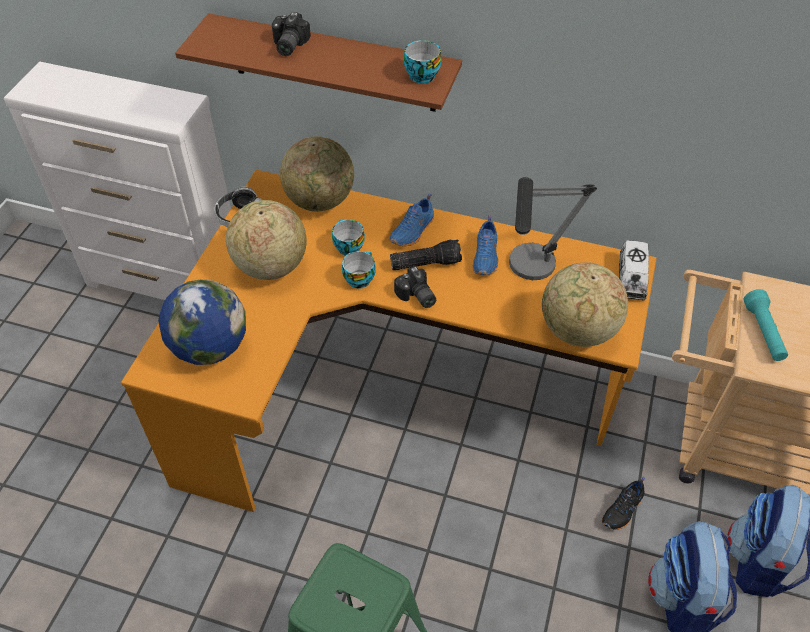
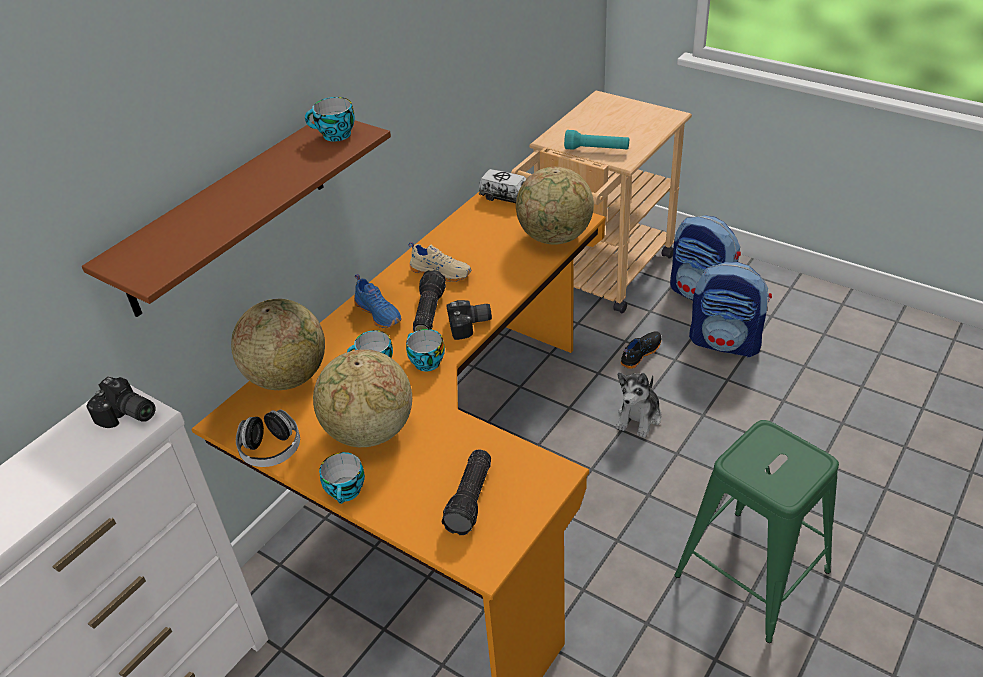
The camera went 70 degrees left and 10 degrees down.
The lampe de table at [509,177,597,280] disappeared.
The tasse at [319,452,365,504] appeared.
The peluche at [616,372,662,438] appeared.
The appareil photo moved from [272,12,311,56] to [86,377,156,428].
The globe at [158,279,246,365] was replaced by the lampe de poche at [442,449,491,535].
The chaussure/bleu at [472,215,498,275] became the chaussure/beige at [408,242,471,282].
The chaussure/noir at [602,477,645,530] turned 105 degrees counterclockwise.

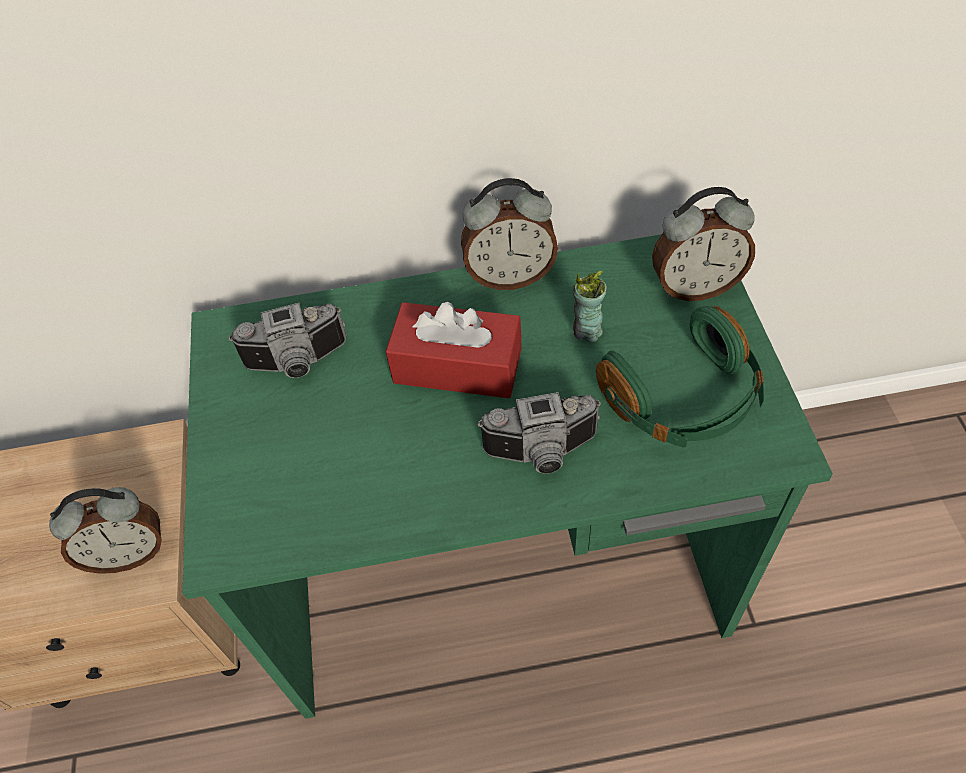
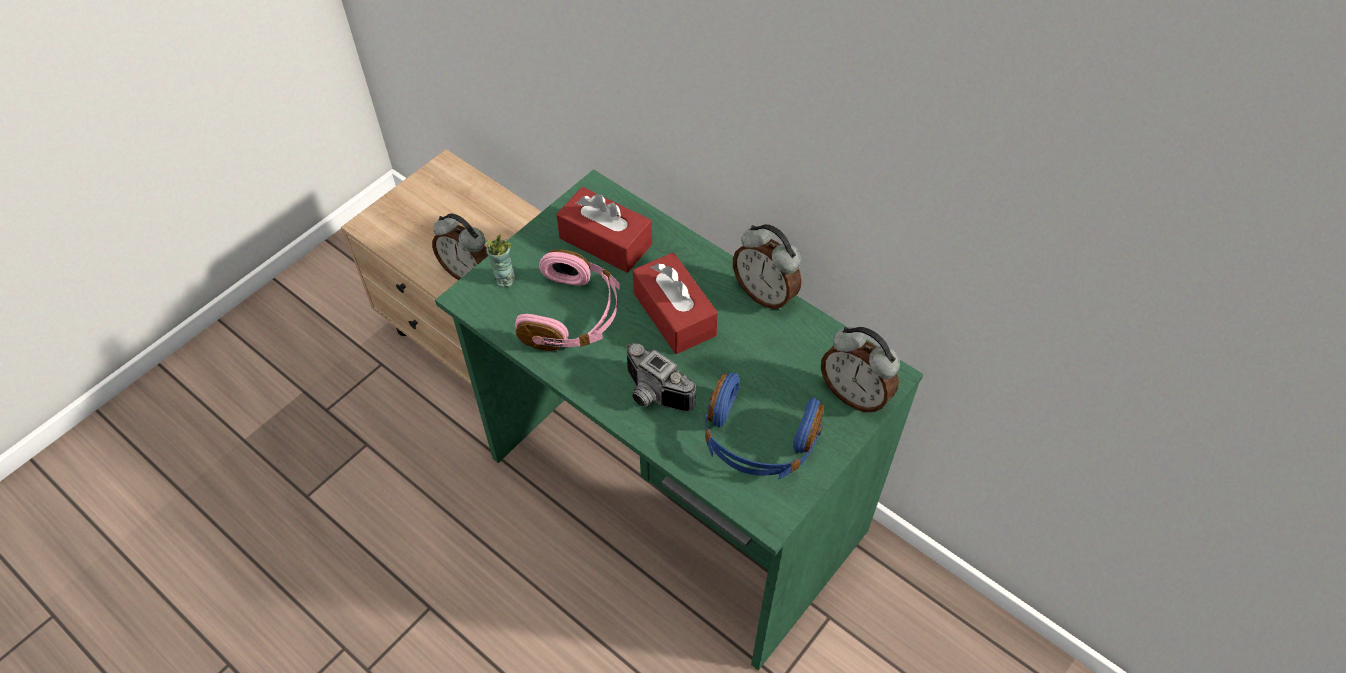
The camera went 45 degrees right and 0 degrees up.
The casque audio/rose at [515,249,620,351] appeared.
The tasse moved from [573,271,607,342] to [485,234,515,287].
The appareil photo at [229,303,347,378] was replaced by the boîte à mouchoirs/rouge at [556,187,652,273].
The casque audio/vert at [596,306,764,447] became the casque audio/bleu at [705,373,824,479].

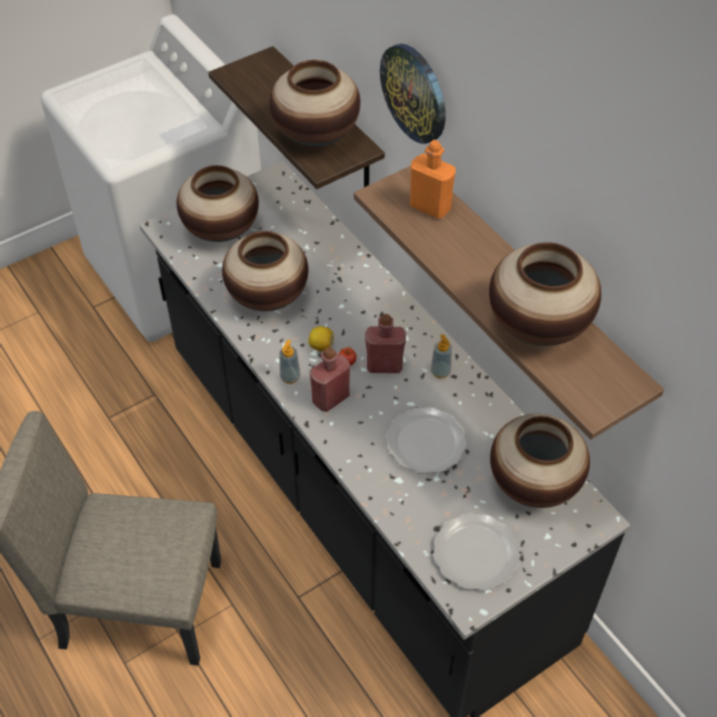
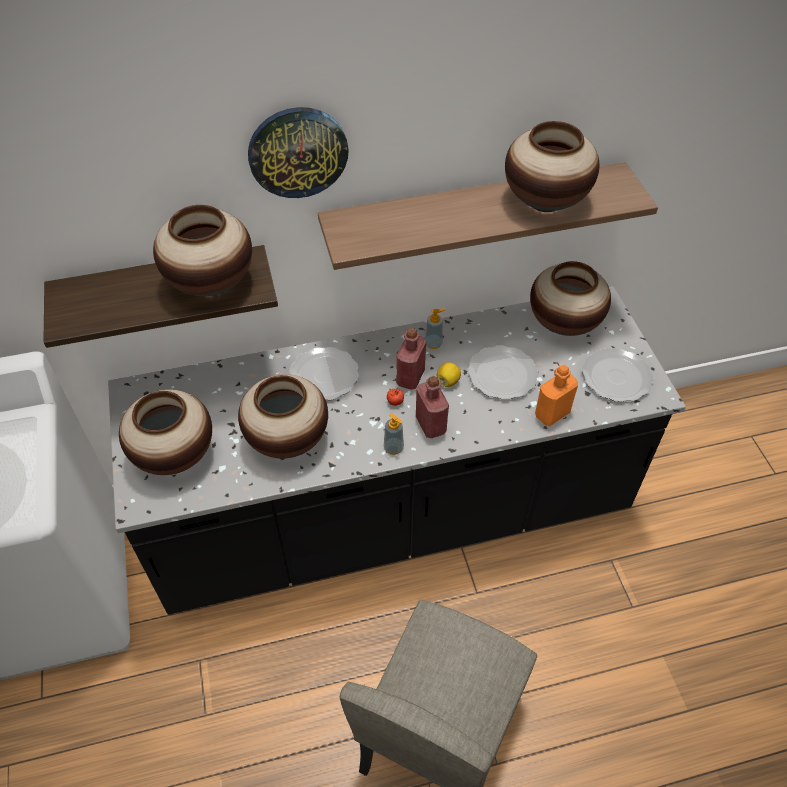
The camera went 70 degrees left and 0 degrees up.
The assiette at [289,347,359,400] appeared.
The citron moved from [308,326,334,351] to [436,362,461,387].
The bouteille/orange moved from [410,140,456,219] to [535,365,578,426].

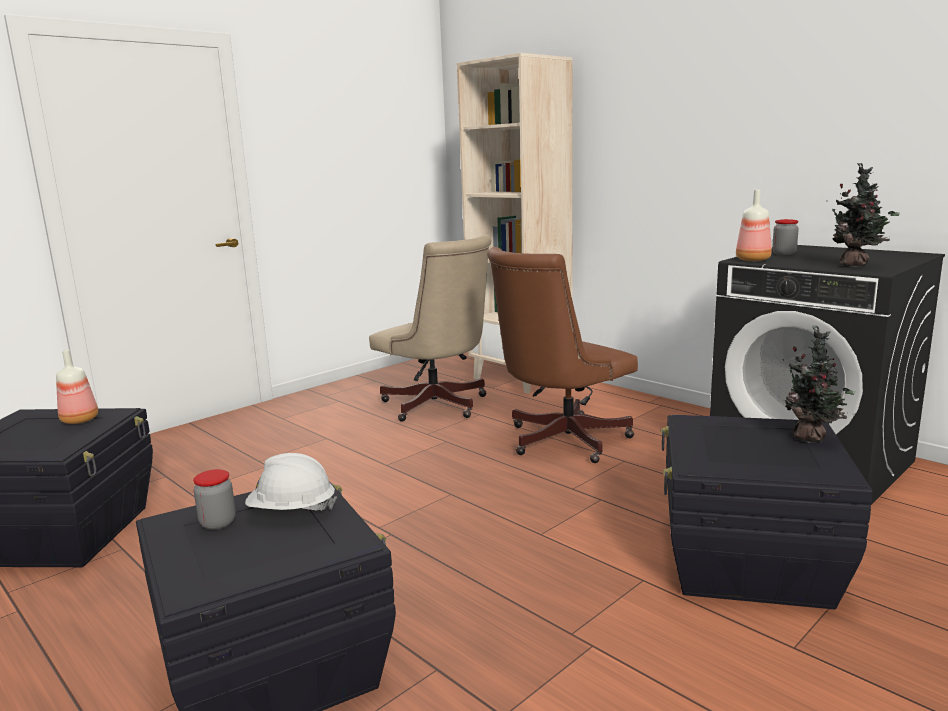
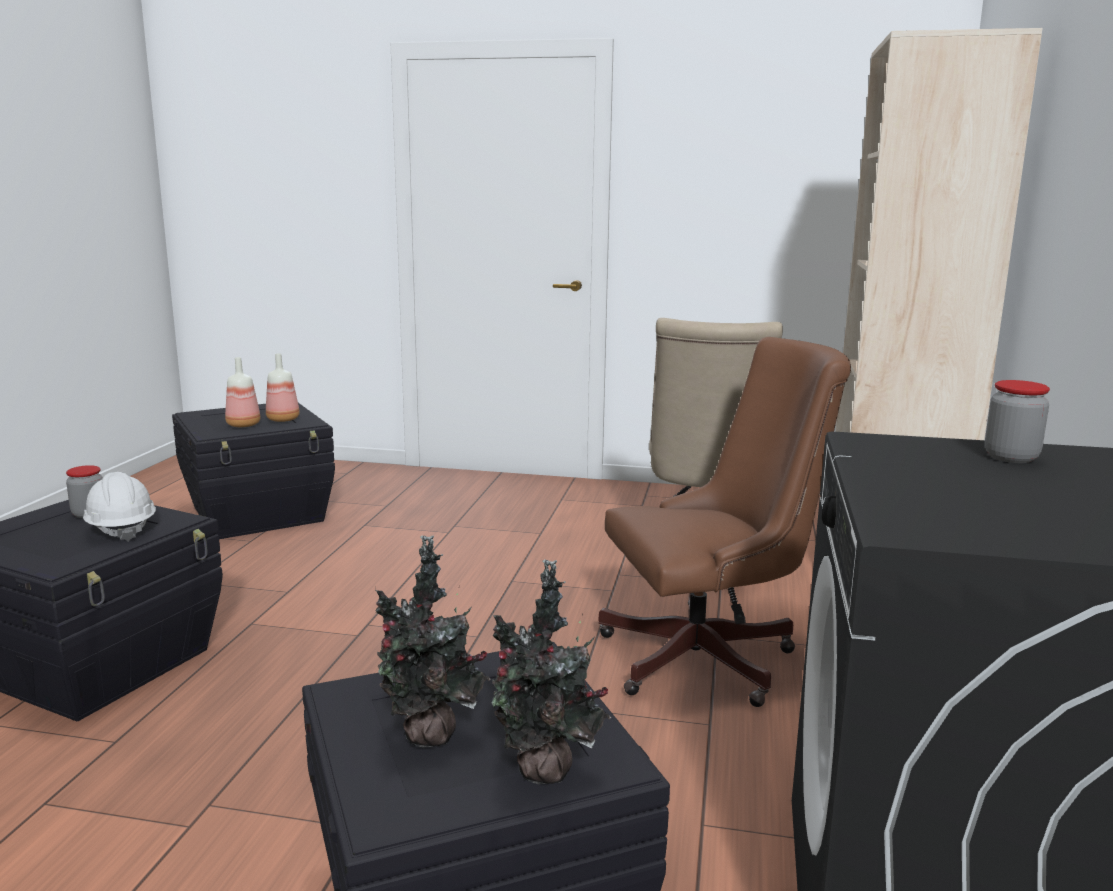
The camera went 55 degrees right and 0 degrees up.
The bouteille moved from [736,190,772,261] to [225,357,261,427].
The plante en pot moved from [826,163,900,267] to [375,536,490,748].
The chaise de bureau/marron at [487,247,638,463] turned 150 degrees clockwise.

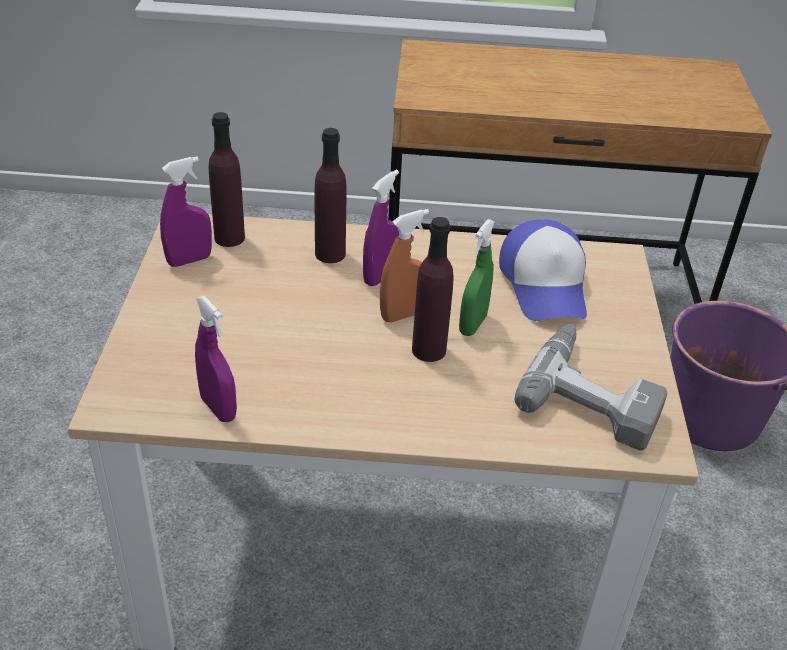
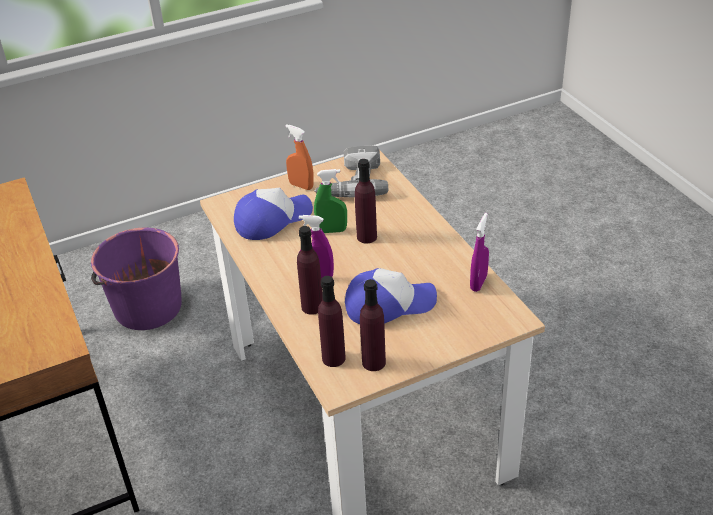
The camera went 115 degrees left and 0 degrees up.
The casquette at [345,268,437,324] appeared.
The vaporisateur/orange moved from [380,209,429,322] to [285,124,313,190].
The vaporisateur/violet at [160,157,212,267] was replaced by the bouteille/violet at [360,279,386,371].

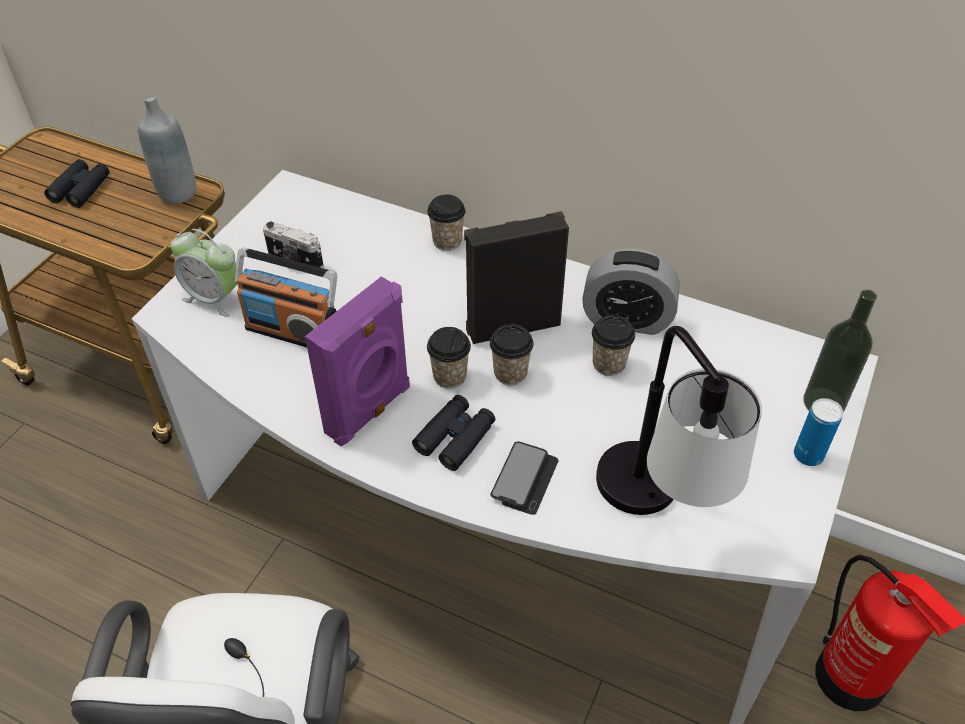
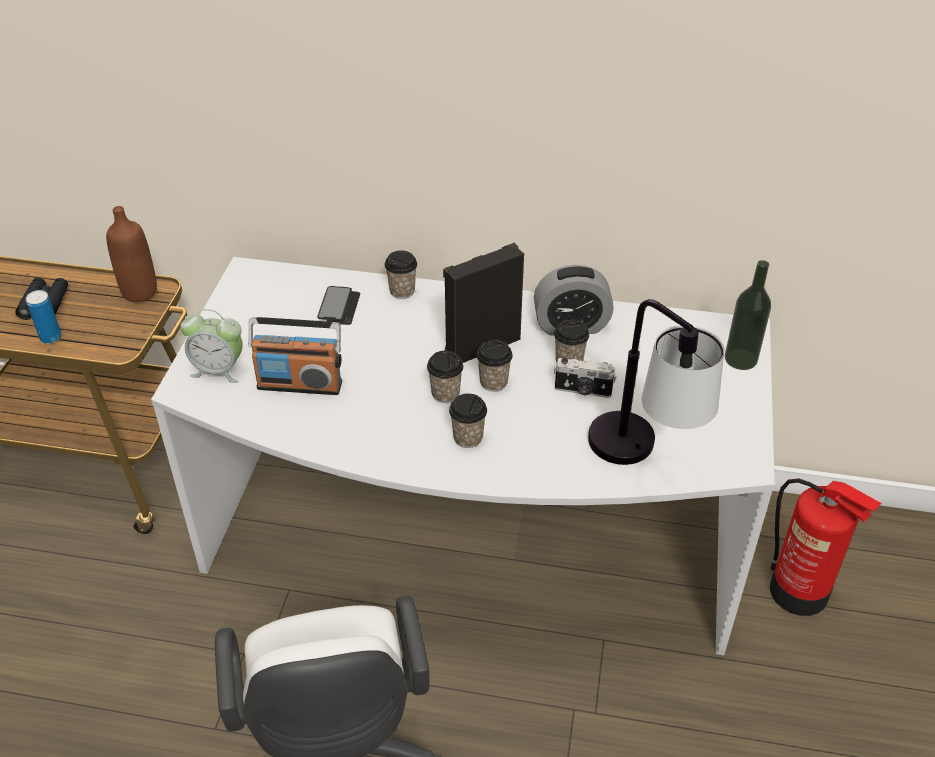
The camera went 15 degrees left and 5 degrees down.
The enceinte/violet at [305,276,410,446] disappeared.
The appareil photo moved from [263,221,324,268] to [554,358,617,398].
The téléphone moved from [490,441,559,515] to [317,286,360,325].
The boîte métallique moved from [794,398,843,466] to [26,290,62,344].
The jumelles/noir at [412,395,495,471] was replaced by the tasse at [449,394,487,448].
The bouteille/gris at [138,95,196,204] became the bouteille/marron at [106,206,157,302].

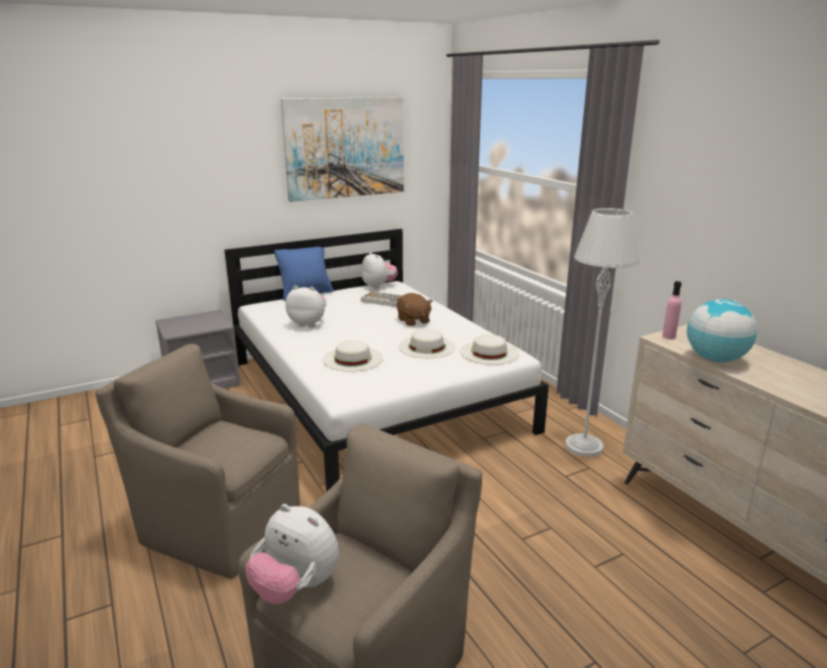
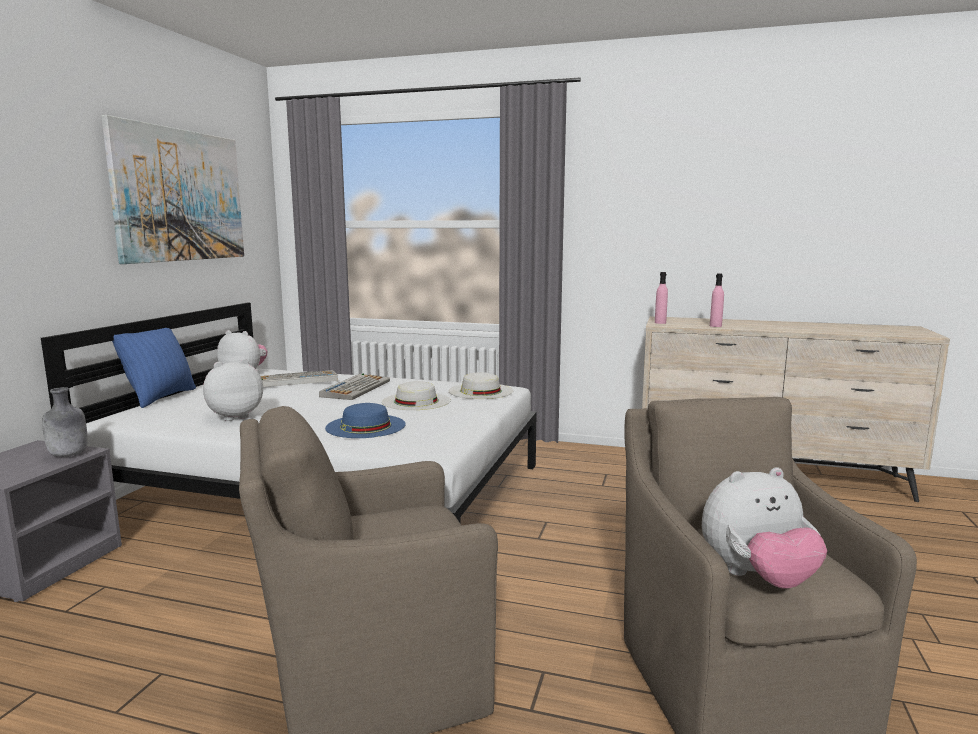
The camera went 45 degrees left and 10 degrees down.
The lampadaire/gris at [565,208,640,457] disappeared.
The bouteille/gris at [42,387,88,457] appeared.
The peluche/marron at [397,293,433,326] was replaced by the clavier at [319,373,390,400].
The globe at [687,299,757,362] was replaced by the bouteille/rose at [710,274,724,327].
The chapeau/blanc at [323,340,383,371] became the chapeau/bleu at [325,403,405,438].

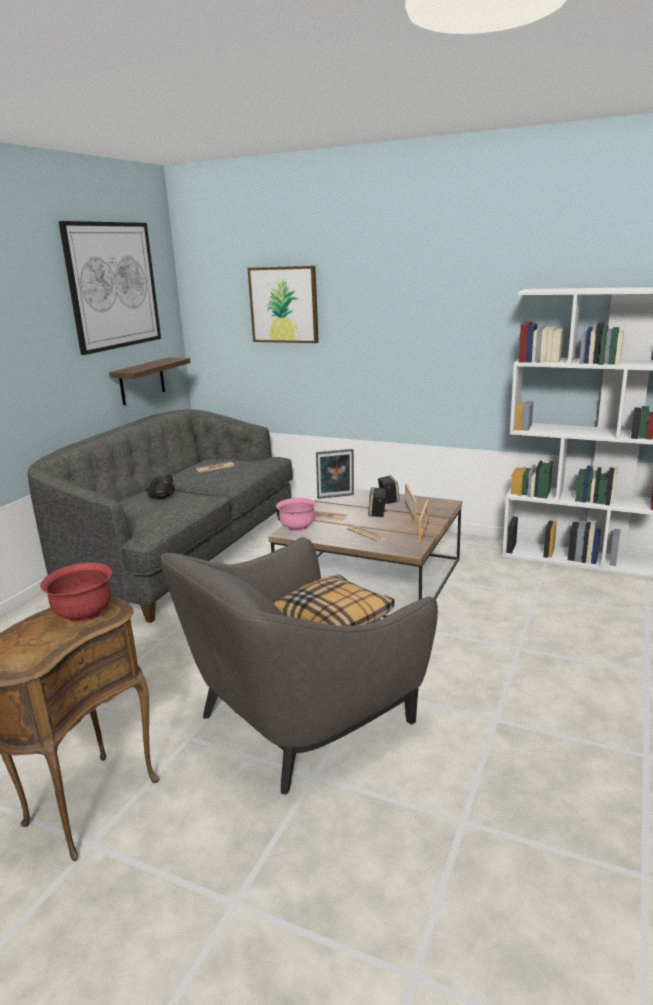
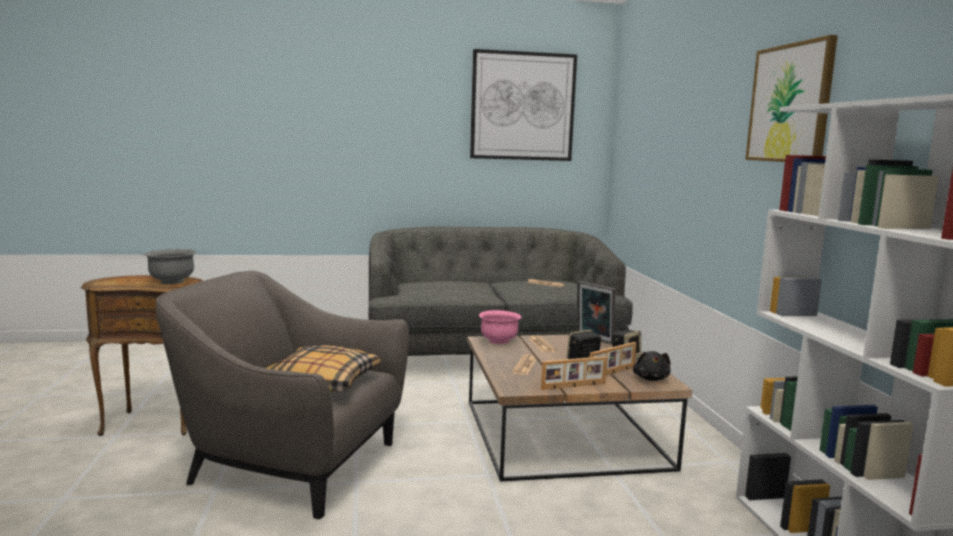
The camera went 55 degrees right and 10 degrees down.
The étagère at [109,357,191,405] disappeared.
The peluche/noir moved from [145,474,175,499] to [633,351,671,381].
The tableau moved from [247,266,319,343] to [745,35,838,162].
The bol/rouge at [40,562,112,623] became the bol/gris at [143,249,196,284].

